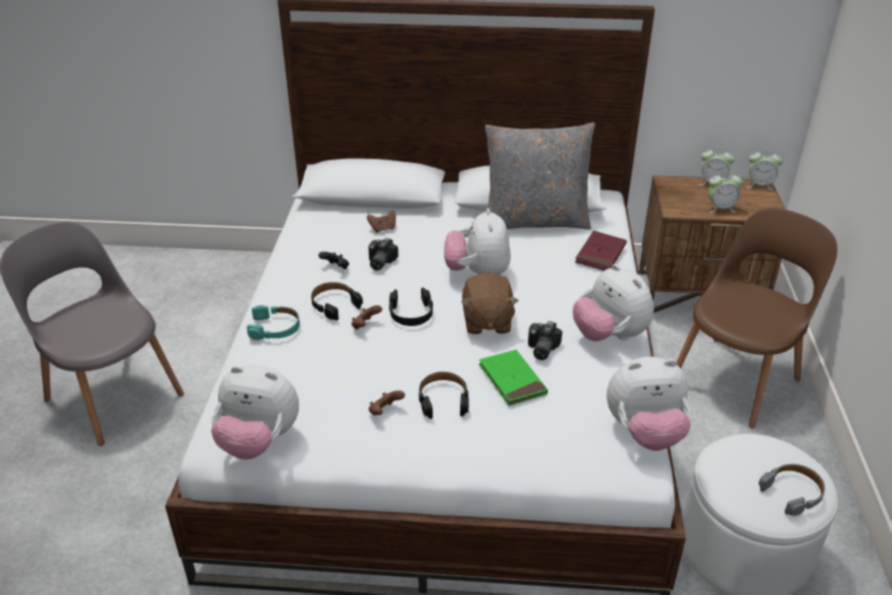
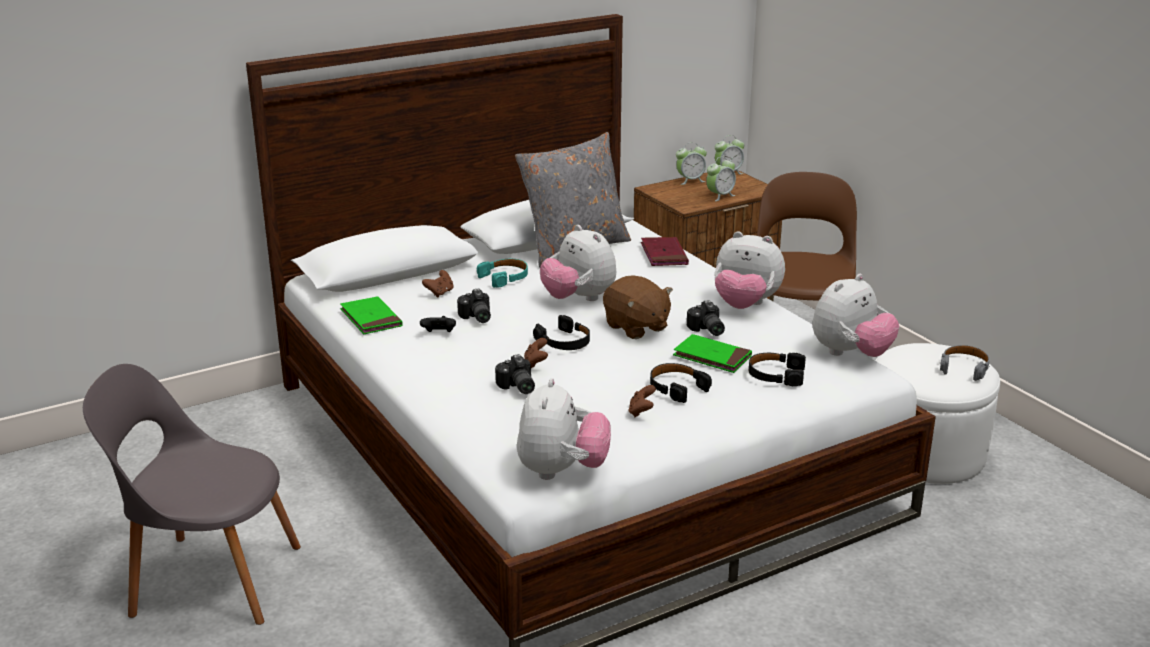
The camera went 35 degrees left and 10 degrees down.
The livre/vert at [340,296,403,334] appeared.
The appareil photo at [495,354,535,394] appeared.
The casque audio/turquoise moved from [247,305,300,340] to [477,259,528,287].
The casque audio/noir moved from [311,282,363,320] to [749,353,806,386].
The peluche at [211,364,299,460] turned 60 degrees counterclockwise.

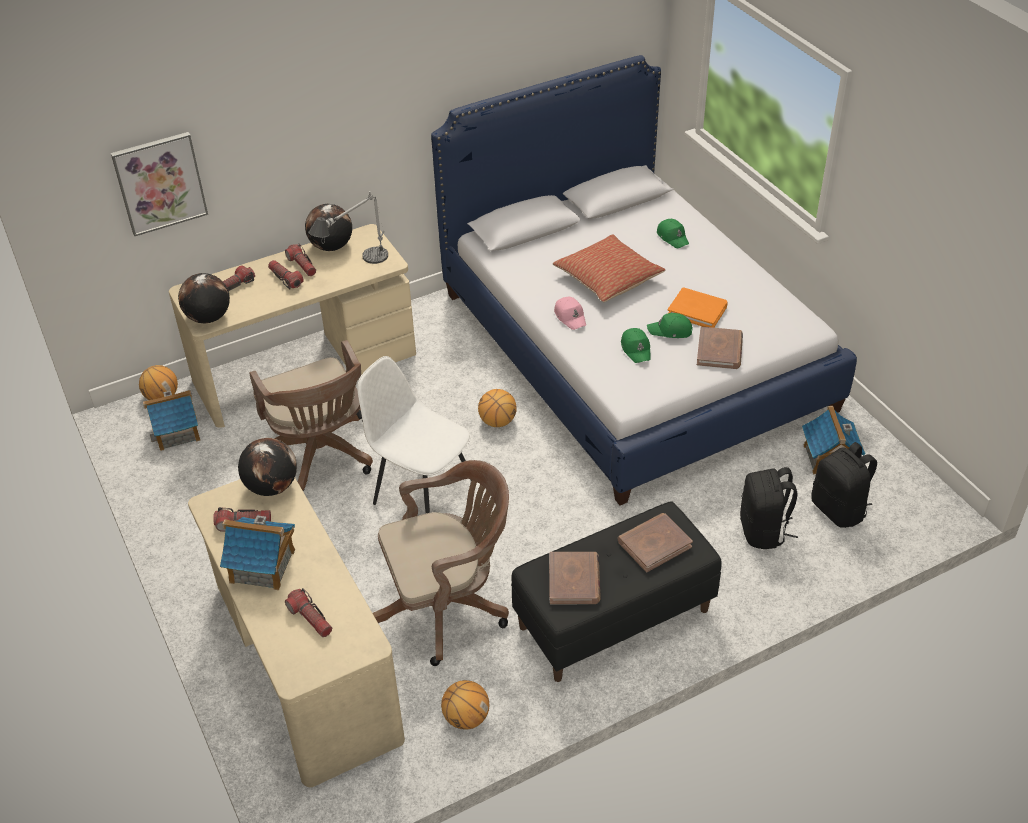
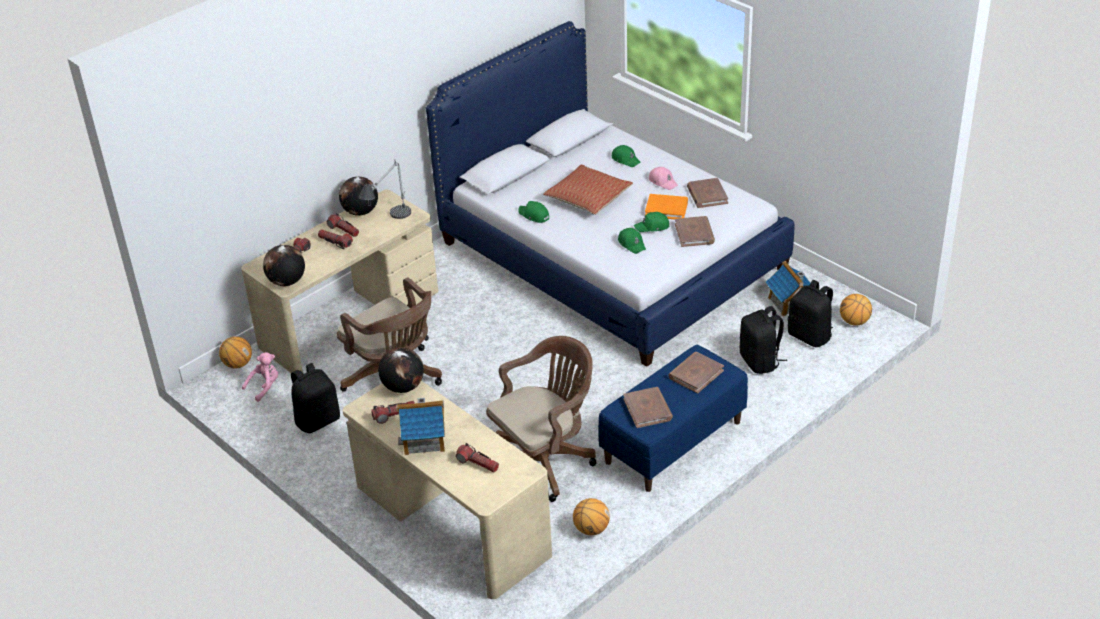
The camera went 15 degrees left and 5 degrees down.
The tableau at [111,132,208,236] disappeared.
The chaise/blanc at [357,356,471,513] disappeared.
The sac à dos/noir at [291,363,340,433] appeared.
The casquette/vert at [518,201,549,223] appeared.
The livre/marron at [687,178,728,208] appeared.
The ballon de basket moved from [478,389,517,427] to [840,294,872,326].
The casquette/rose moved from [554,297,586,330] to [649,167,678,190].
The maison miniature at [143,390,200,451] was replaced by the peluche/rose at [242,352,278,402].
The banc/noir at [511,501,722,682] became the banc/bleu at [598,345,748,492].

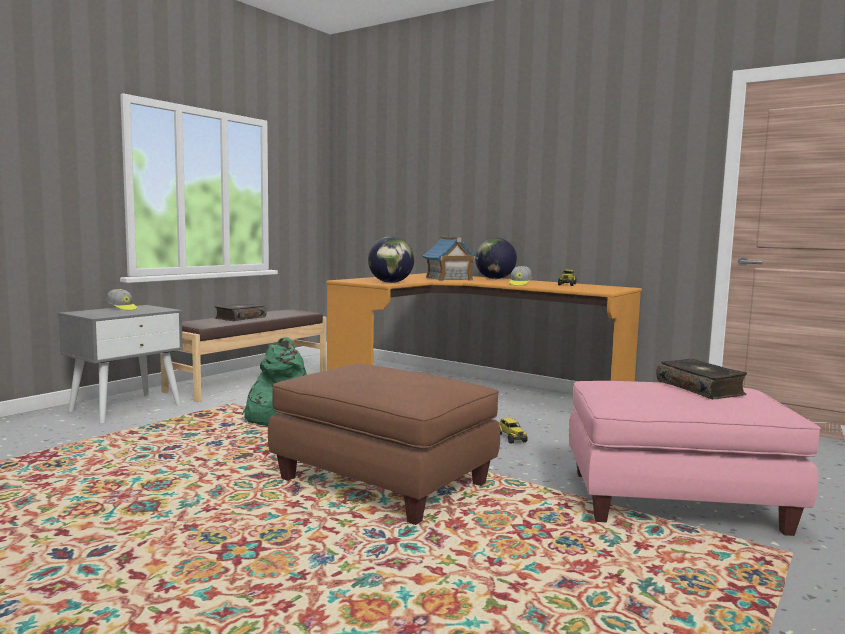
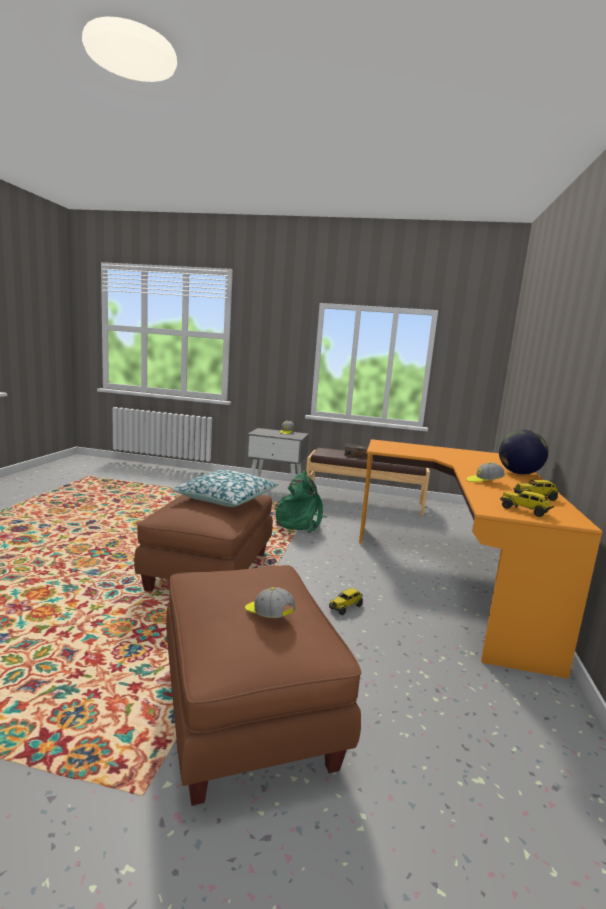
The camera went 65 degrees right and 5 degrees up.
The globe at [368,236,414,283] disappeared.
The maison miniature at [422,237,478,281] disappeared.
The coussin at [171,470,278,507] appeared.
The camion jouet at [500,491,554,517] appeared.
The livre at [657,359,747,399] was replaced by the casquette at [245,587,296,618].
The pouf/rose at [569,381,821,536] became the pouf/marron at [166,565,361,806].

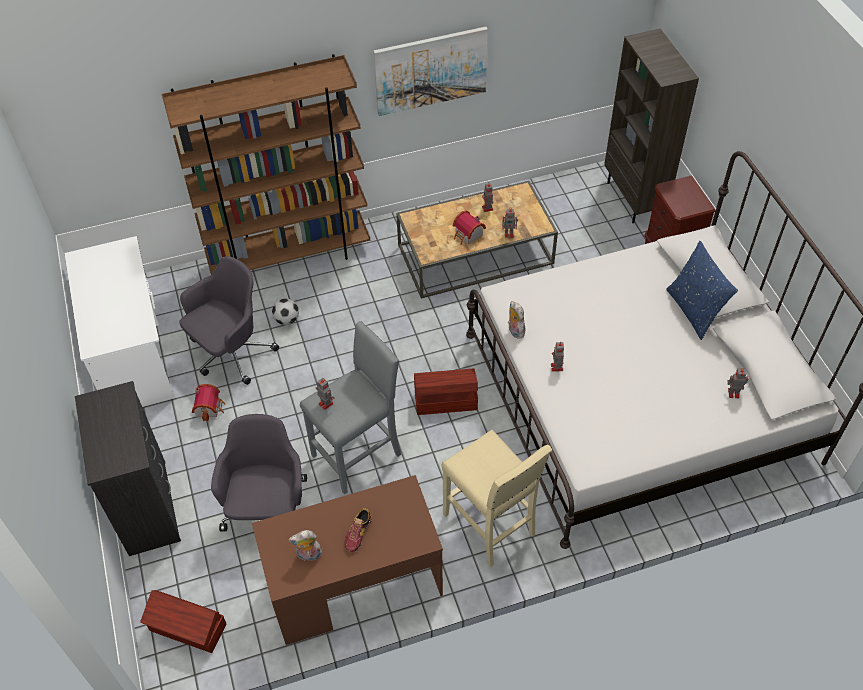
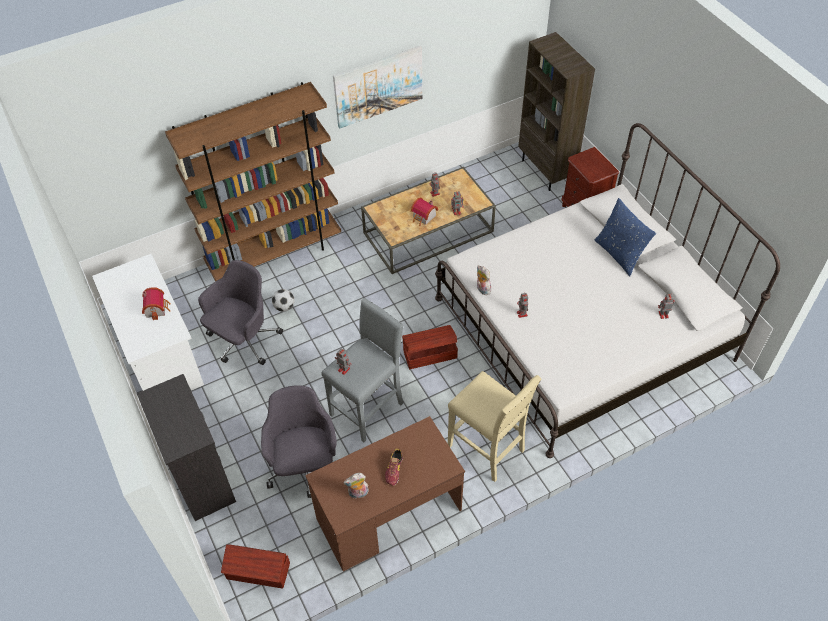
The camera went 10 degrees left and 0 degrees up.
The maison miniature moved from [192,384,225,421] to [142,287,170,321].

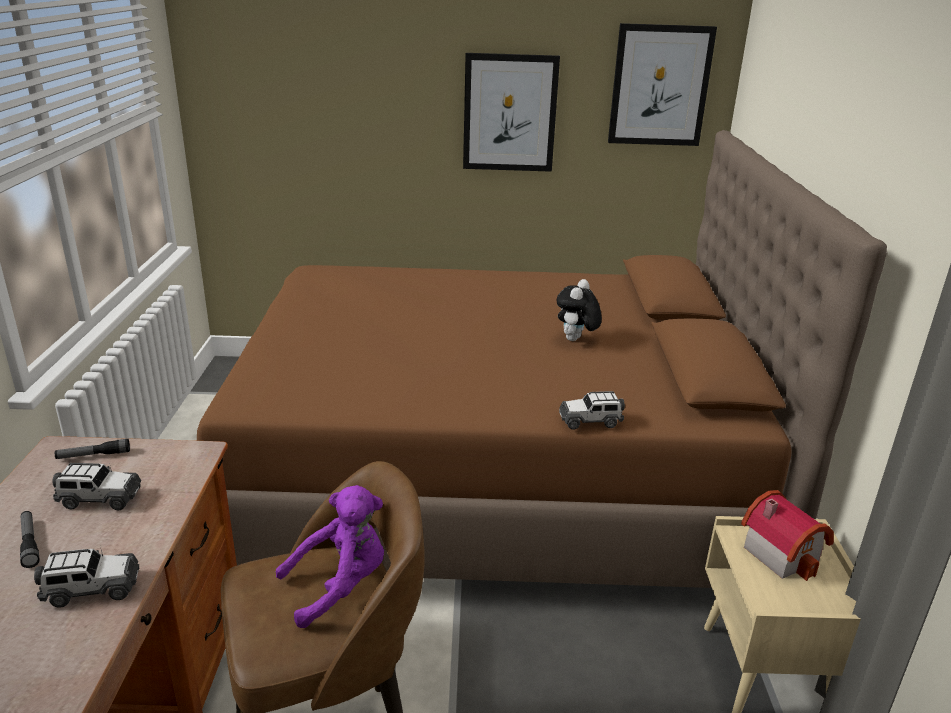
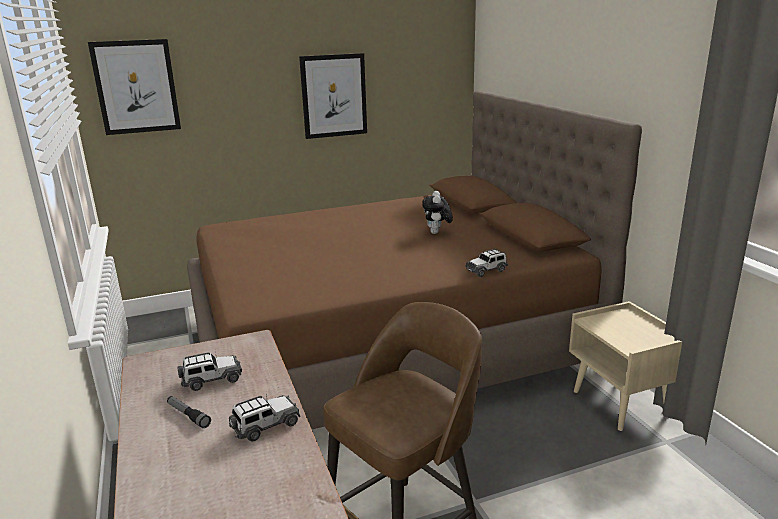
The camera went 20 degrees left and 5 degrees down.
The lampe de poche at [55,439,130,459] disappeared.
The peluche/violet at [276,485,384,628] disappeared.
The maison miniature at [741,490,834,581] disappeared.
The tableau moved from [608,23,717,146] to [88,39,181,135].

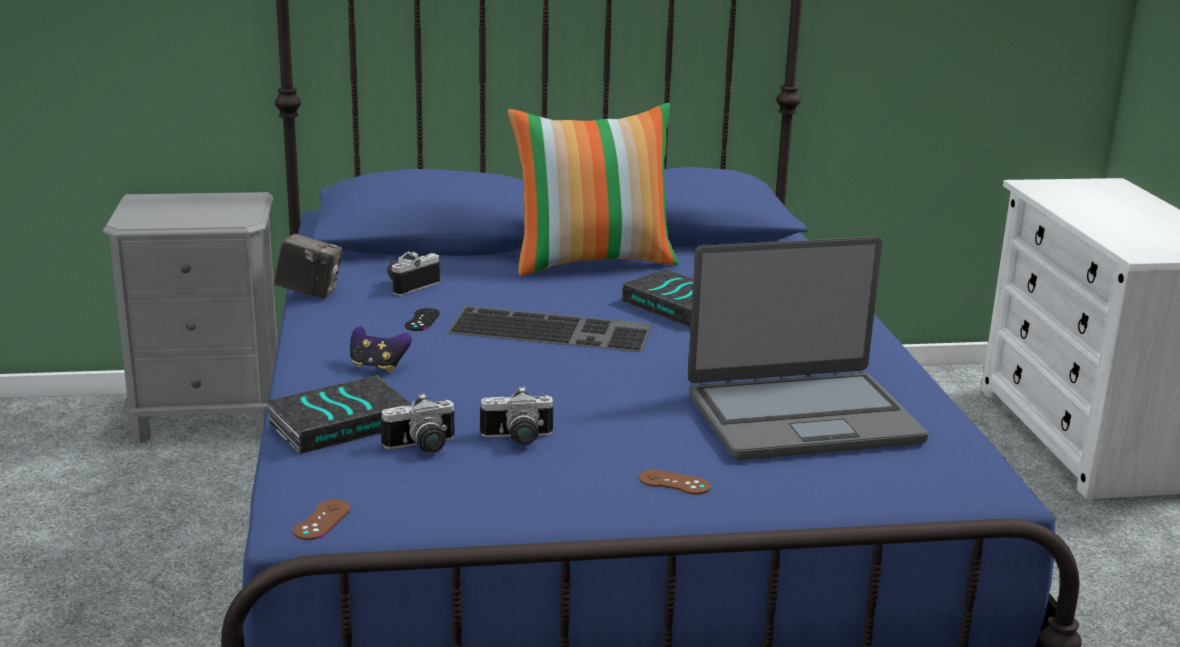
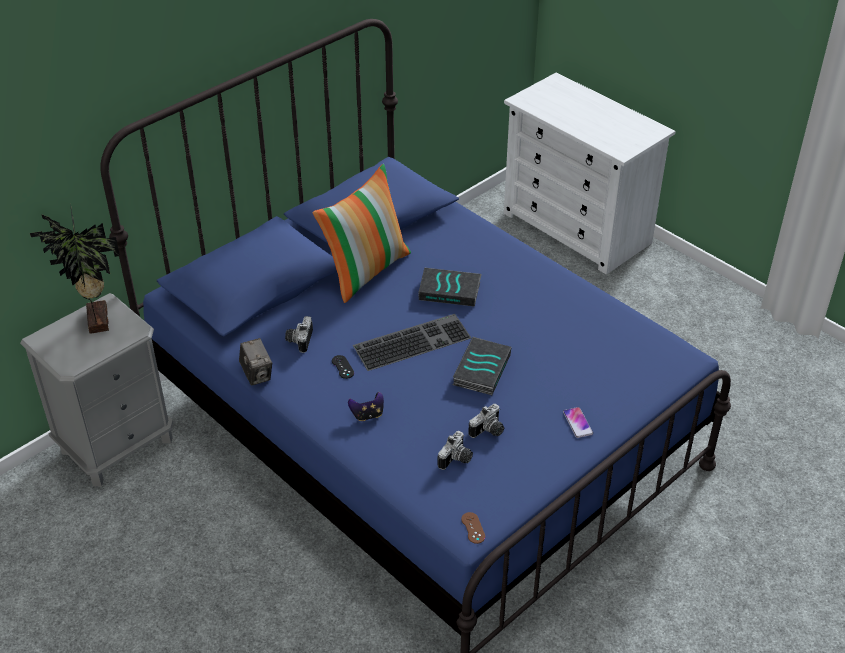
The camera went 35 degrees left and 20 degrees up.
The ordinateur portable at [688,237,929,460] disappeared.
The plante en pot at [30,203,120,334] appeared.
The livre moved from [264,375,412,454] to [453,337,511,395].
The manette/marron at [639,469,711,495] was replaced by the téléphone at [563,407,593,438].
The appareil photo at [274,233,343,299] turned 90 degrees clockwise.

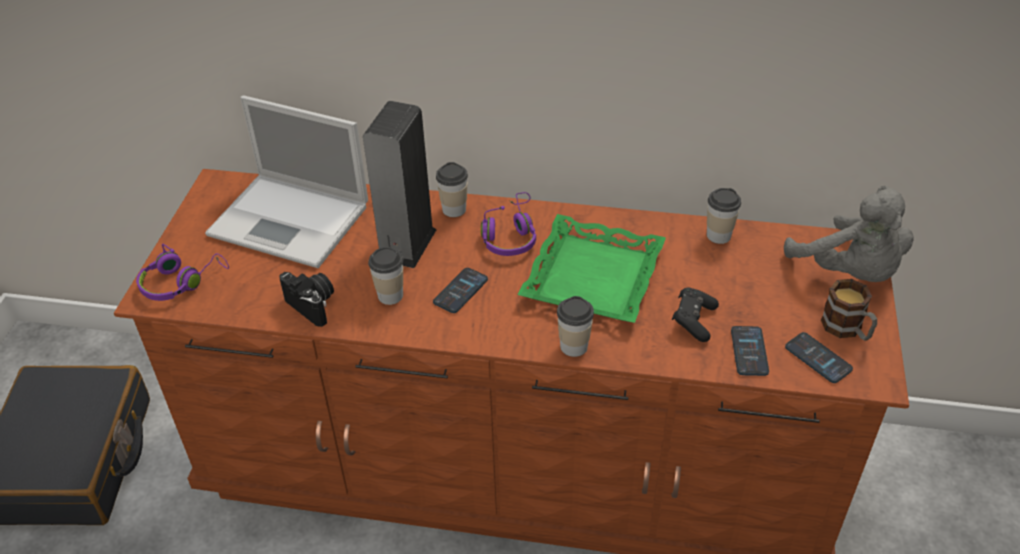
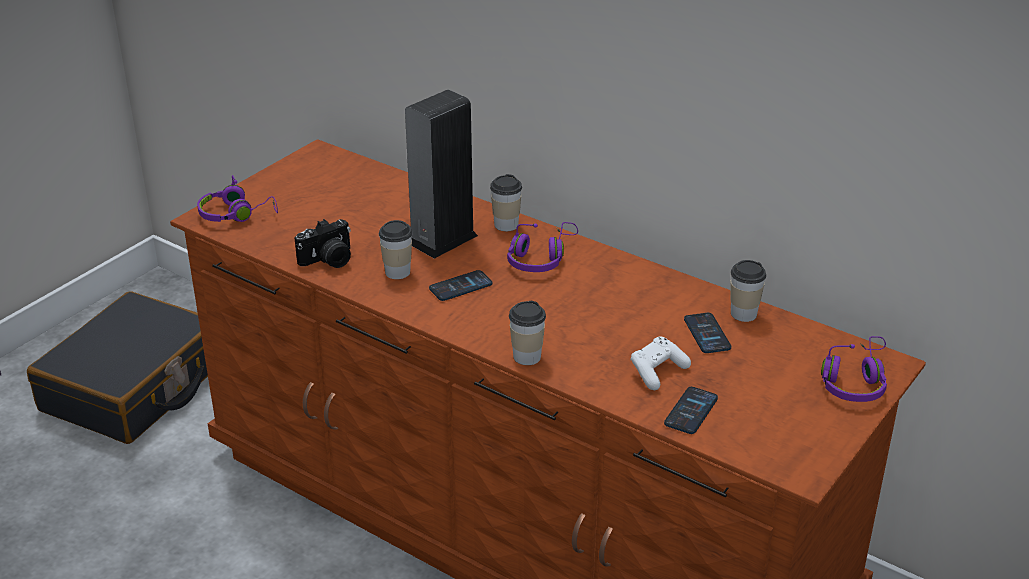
The camera went 25 degrees right and 10 degrees down.
The ordinateur portable at [205,96,368,268] disappeared.
The plateau/vert at [518,214,666,323] disappeared.
The mug at [821,279,877,341] disappeared.
The téléphone moved from [785,332,853,383] to [684,313,731,353].
The peluche/gris at [784,186,914,282] was replaced by the casque audio/violet at [821,336,887,402].
The manette/noir at [672,288,719,342] became the manette/blanc at [631,337,691,390].
The appareil photo at [280,272,334,327] turned 75 degrees clockwise.

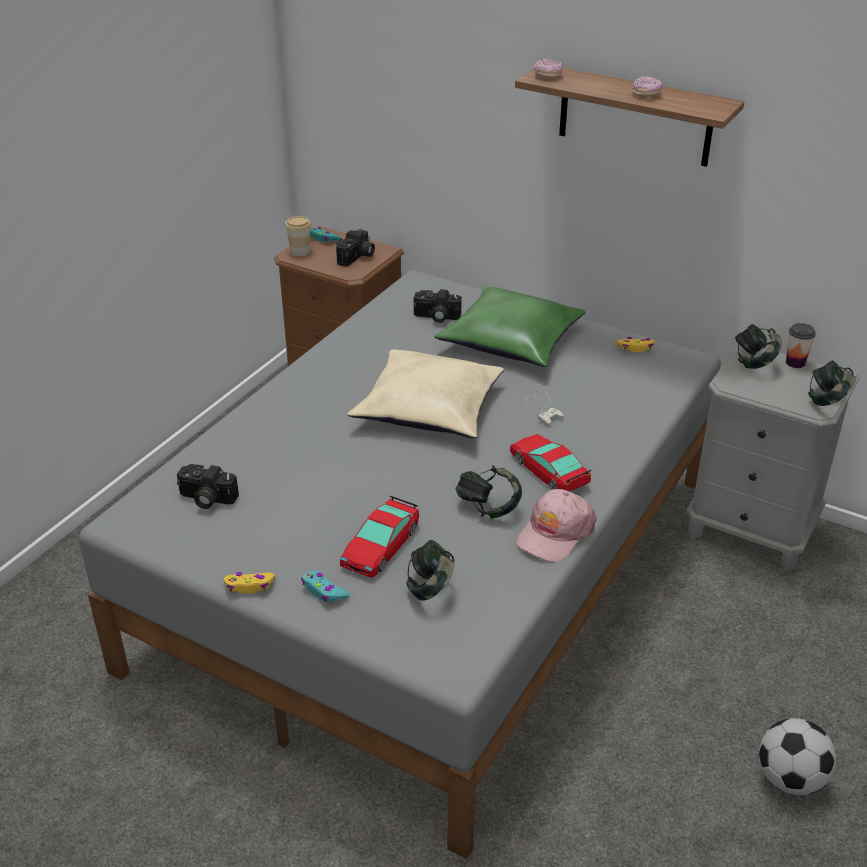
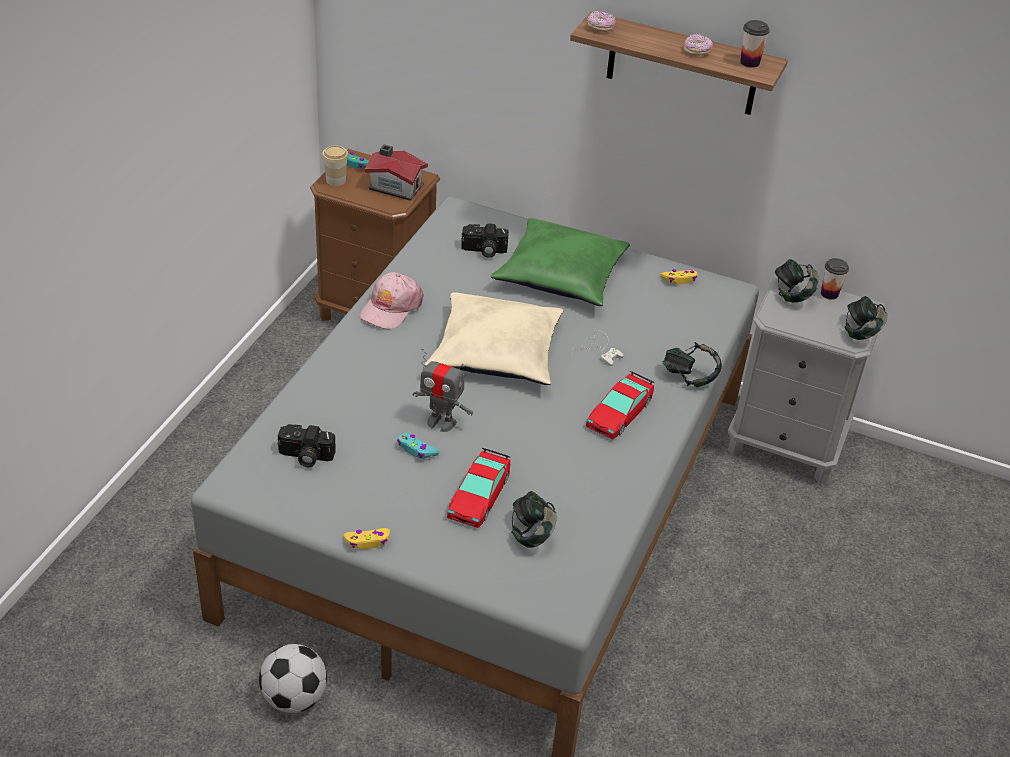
The camera went 10 degrees left and 5 degrees up.
The robot jouet at [412,349,473,432] appeared.
The tasse at [740,20,770,68] appeared.
The manette/turquoise moved from [301,571,350,602] to [397,433,440,459].
The casque audio moved from [455,465,522,519] to [662,342,722,388].
The casquette/rose moved from [516,489,597,562] to [359,272,424,329].
The ballon de foot moved from [759,718,836,795] to [259,644,327,713].
The appareil photo at [336,229,375,266] was replaced by the maison miniature at [365,144,428,201].
The petite voiture at [510,434,591,492] turned 105 degrees counterclockwise.

